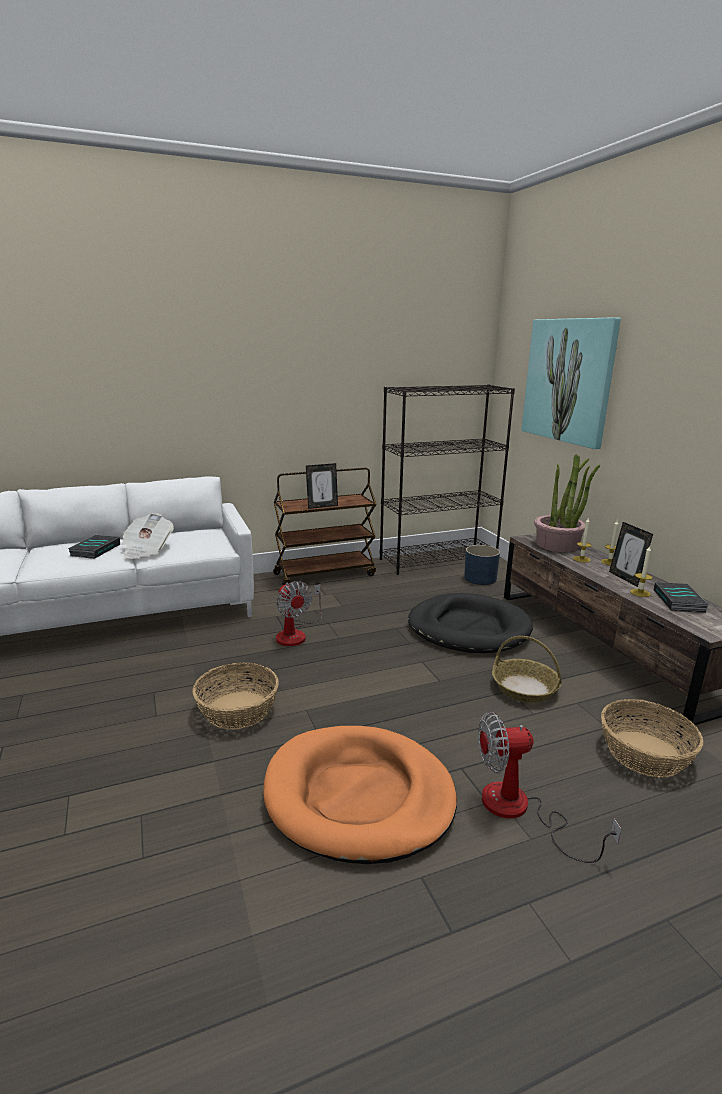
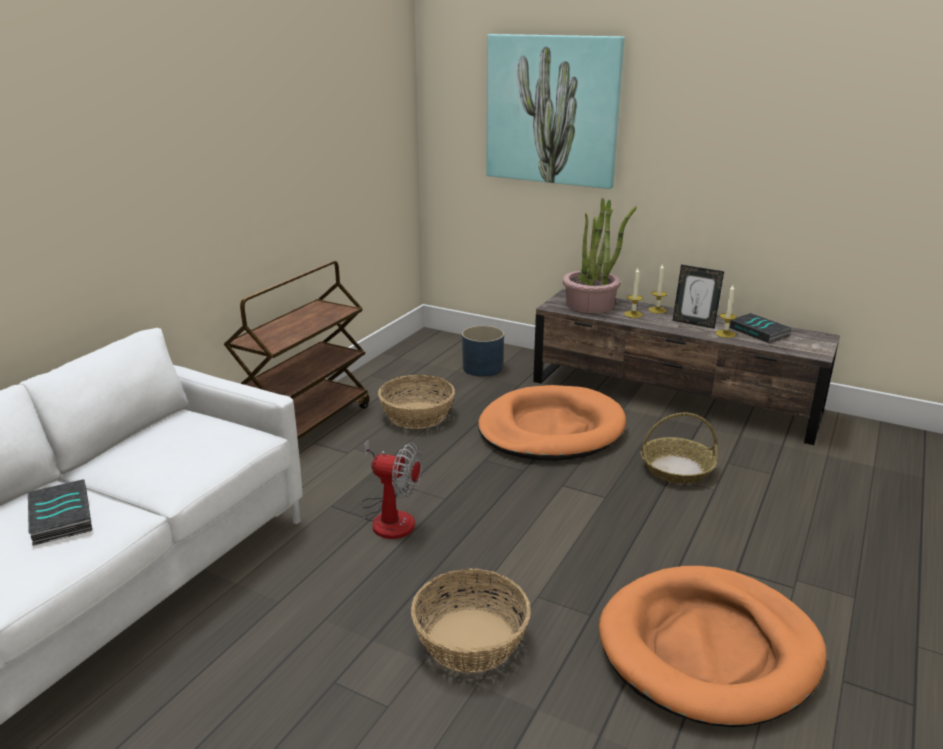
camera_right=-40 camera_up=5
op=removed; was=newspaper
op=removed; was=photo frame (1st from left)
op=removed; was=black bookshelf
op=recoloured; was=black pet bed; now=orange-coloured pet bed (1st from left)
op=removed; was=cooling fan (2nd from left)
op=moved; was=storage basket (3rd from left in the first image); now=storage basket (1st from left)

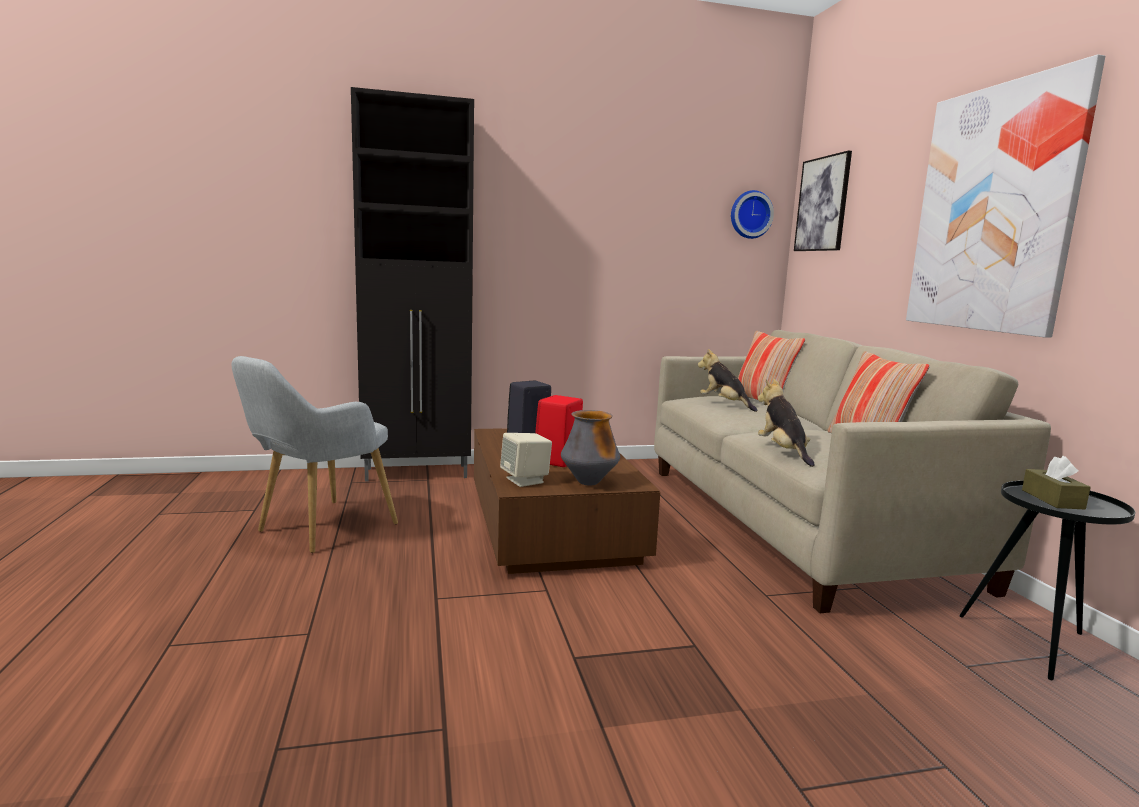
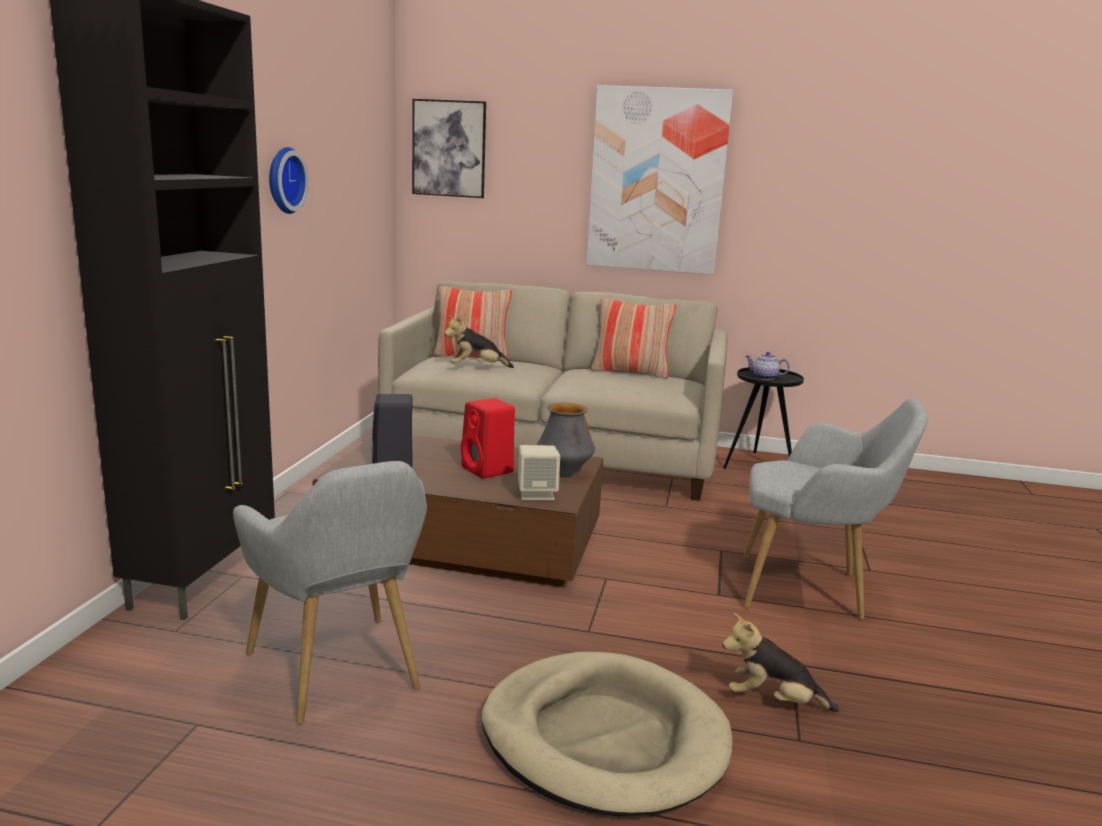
camera_right=-65 camera_up=5
op=moved; was=clock on the wall
op=moved; was=plush toy (2nd from left)
op=replaced; was=brownish tissue holder; now=teapot
op=added; now=sand-coloured pet bed
op=added; now=gray easy chair (2nd from left)

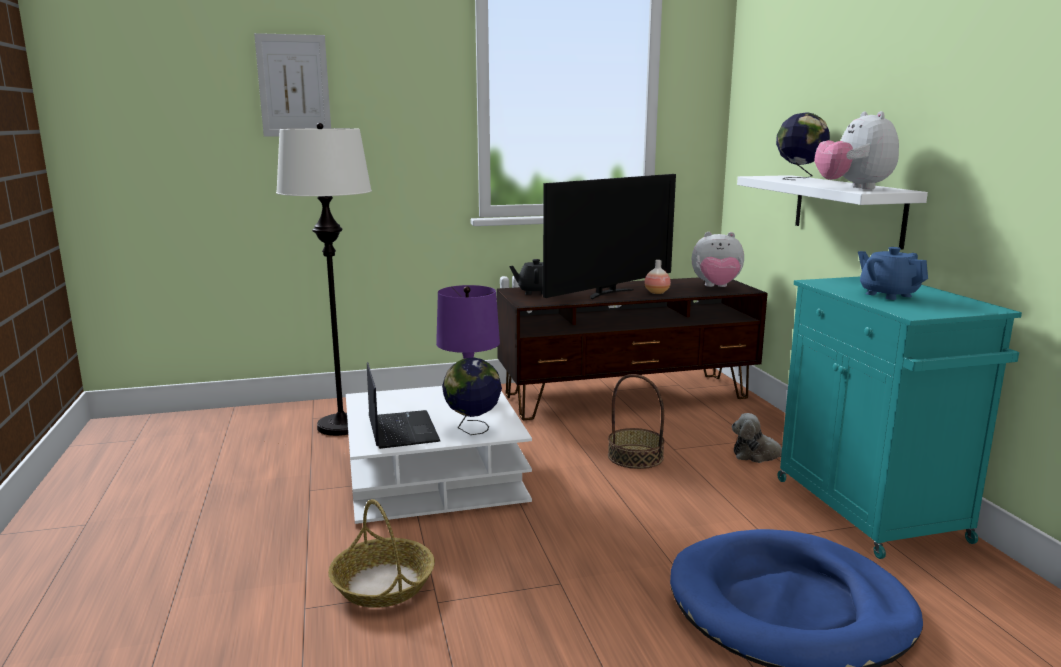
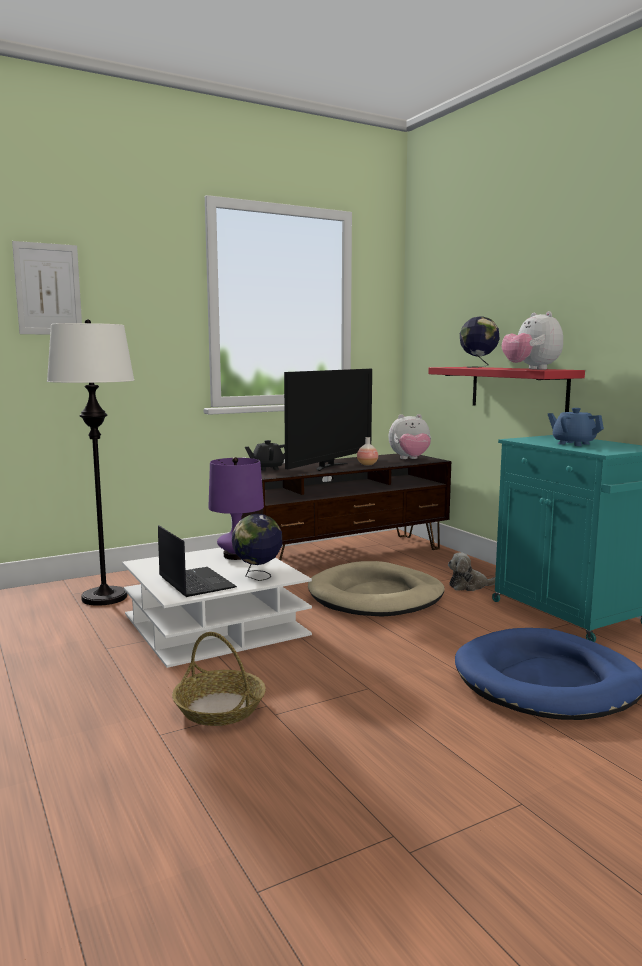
camera_right=-15 camera_up=-5
op=replaced; was=storage basket (2nd from left); now=sand-coloured pet bed
op=recoloured; was=white-coloured bracket shelf; now=reddish bracket shelf

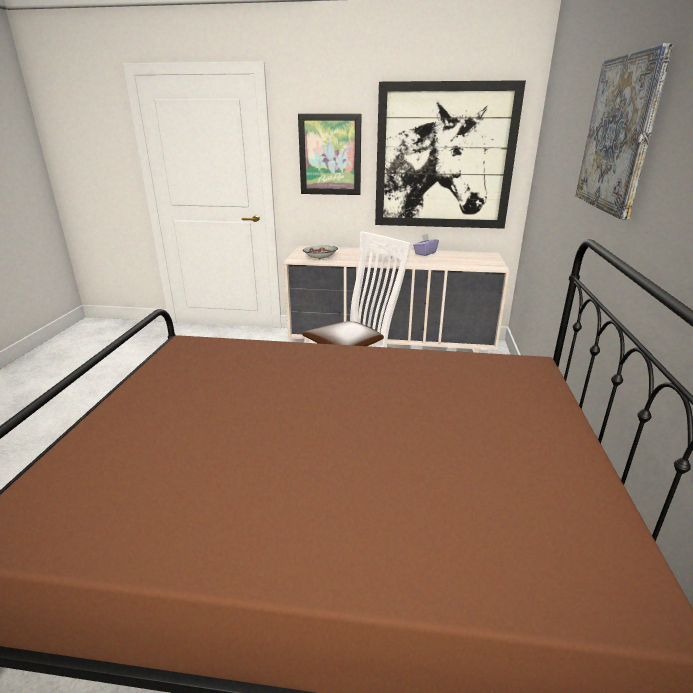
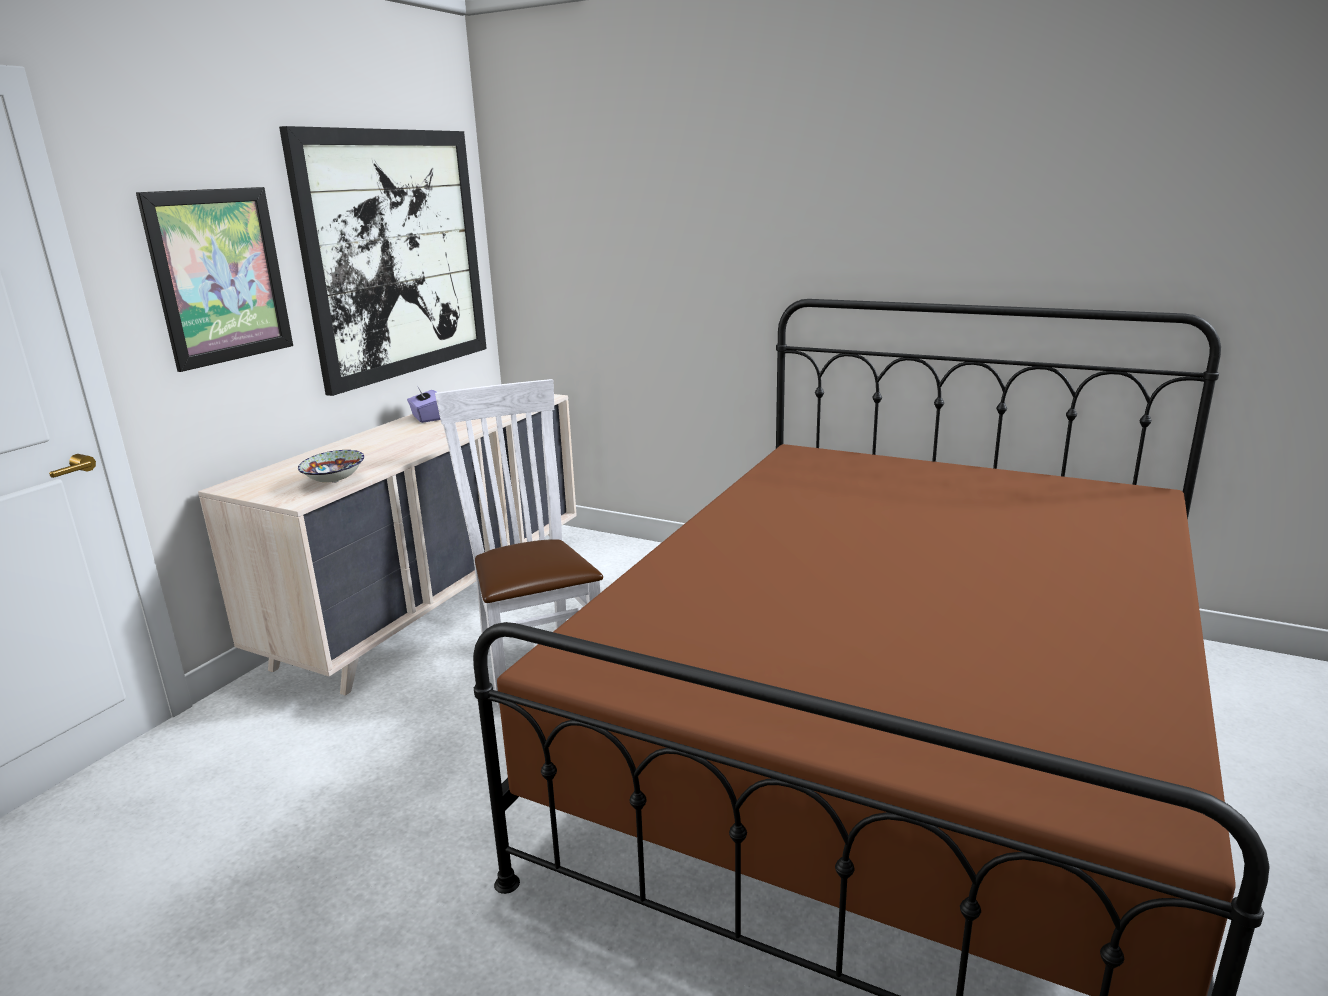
camera_right=-70 camera_up=-5
op=removed; was=wall art (3rd from left)

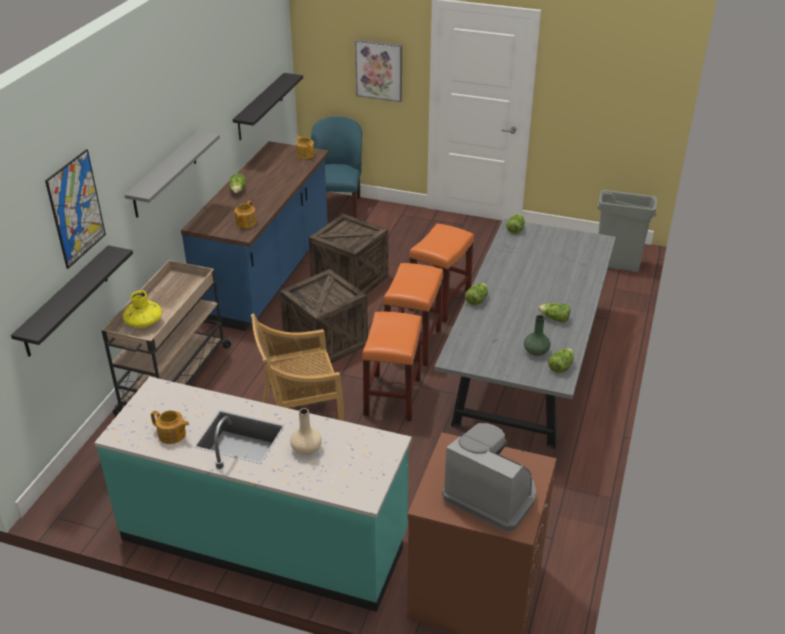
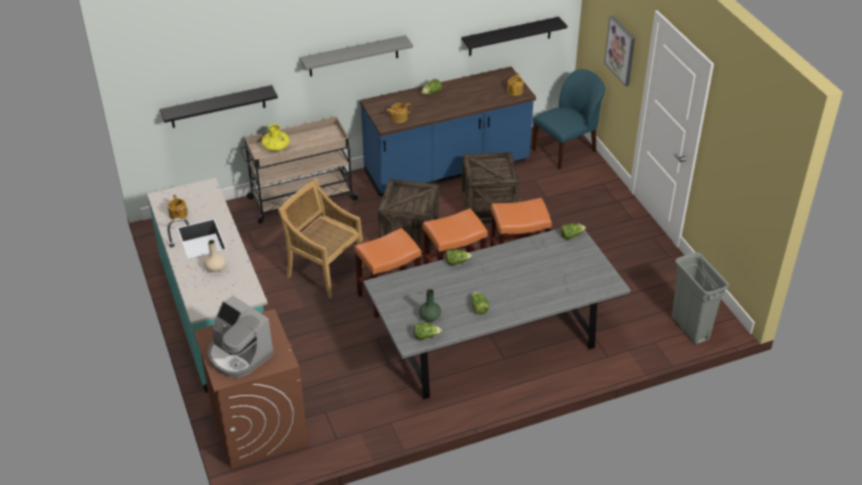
camera_right=50 camera_up=5
op=removed; was=wall art (1st from left)
op=turned; was=coffee machine; clockwise=135

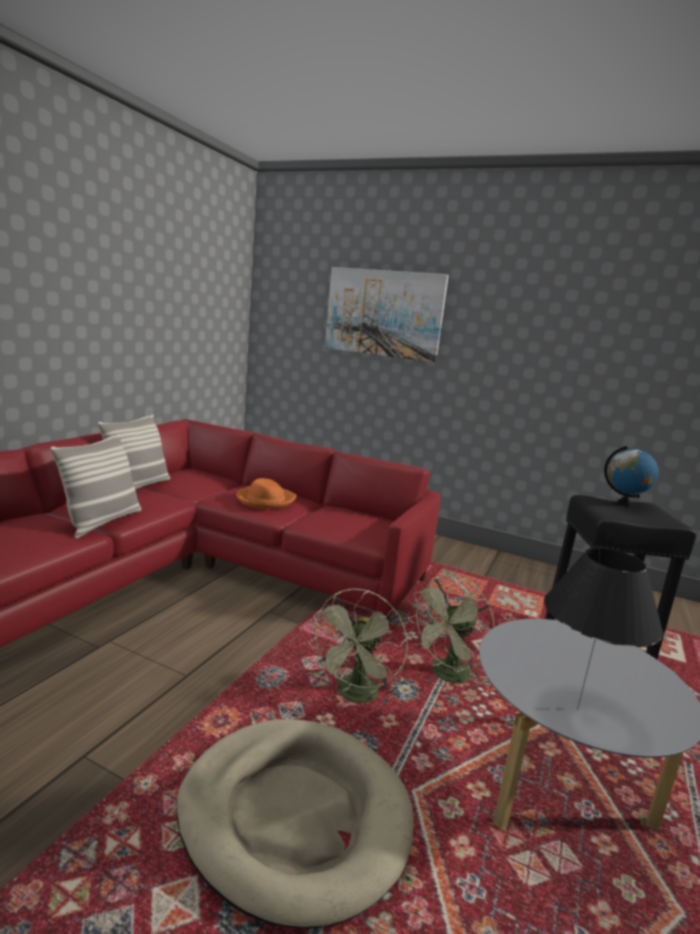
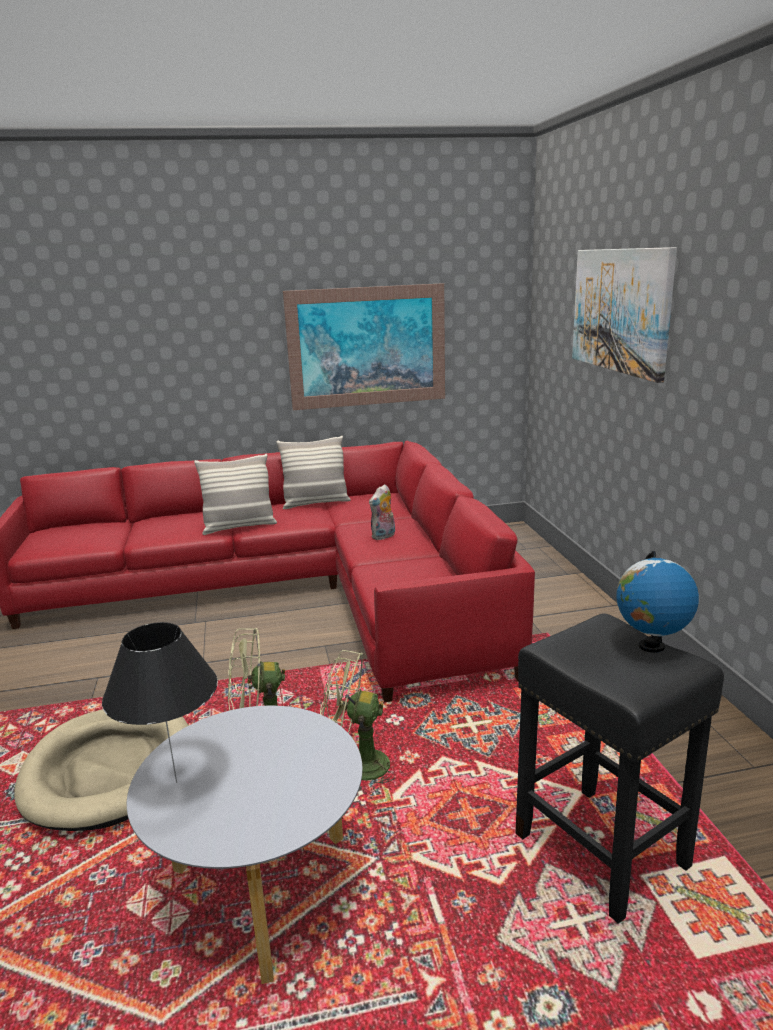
camera_right=55 camera_up=5
op=replaced; was=orange-coloured wearable hat; now=plush toy
op=added; now=wall art (1st from left)

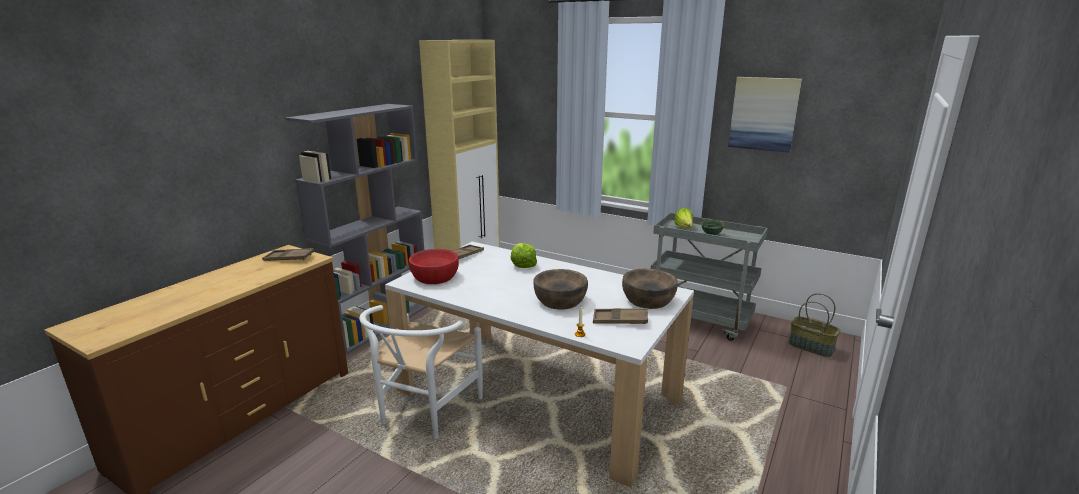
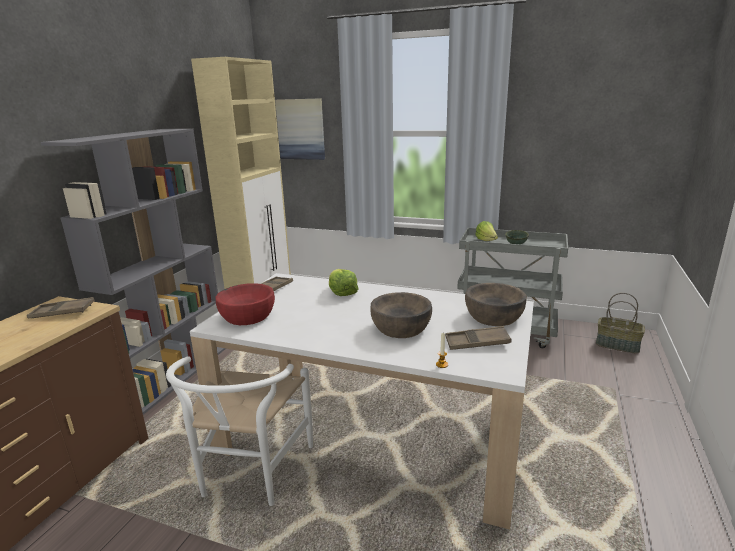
camera_right=-10 camera_up=0
op=moved; was=wall art

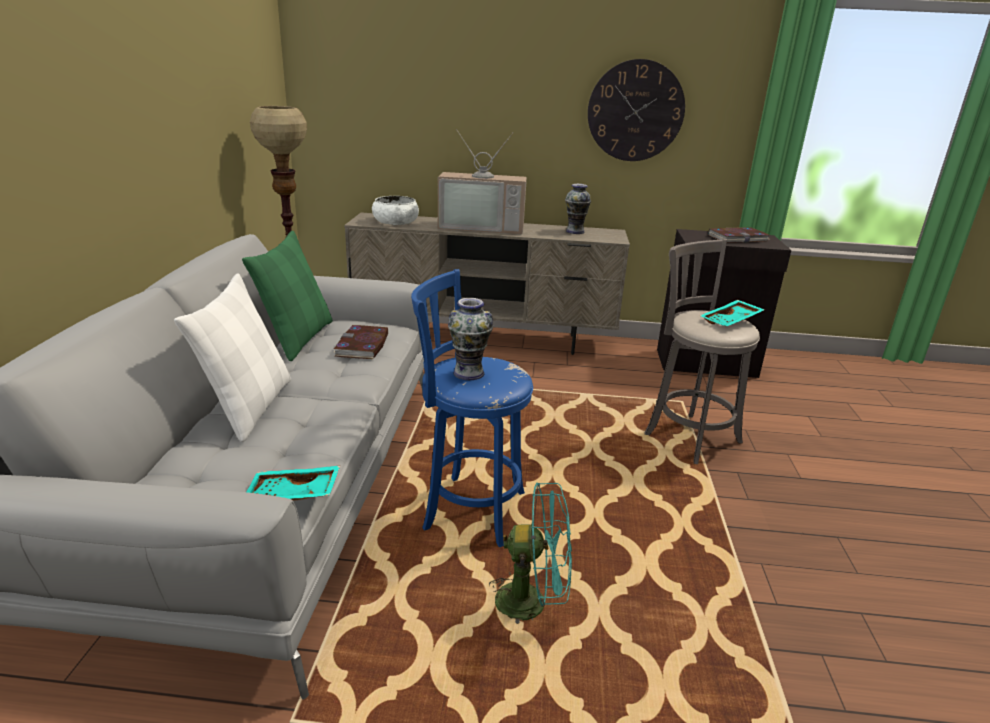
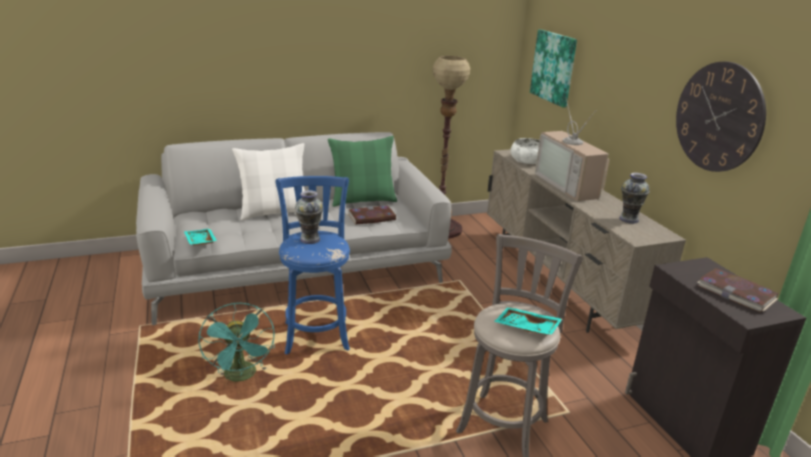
camera_right=65 camera_up=0
op=added; now=wall art

